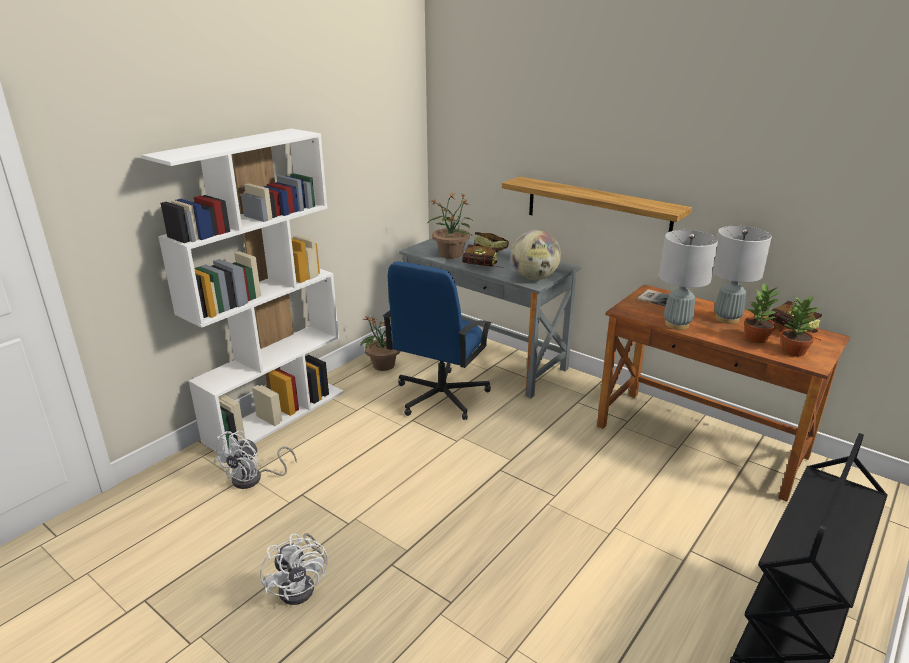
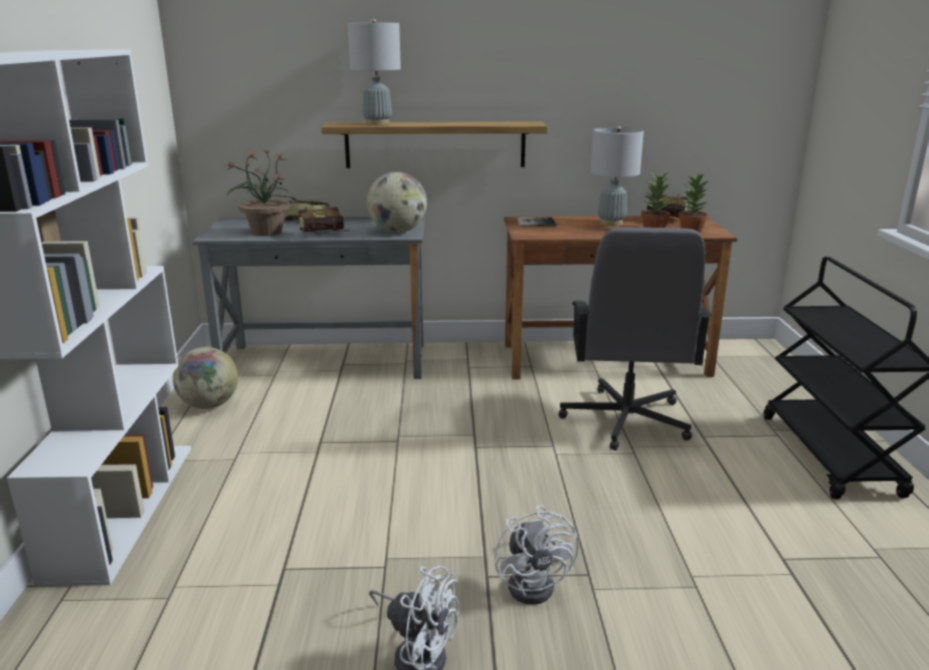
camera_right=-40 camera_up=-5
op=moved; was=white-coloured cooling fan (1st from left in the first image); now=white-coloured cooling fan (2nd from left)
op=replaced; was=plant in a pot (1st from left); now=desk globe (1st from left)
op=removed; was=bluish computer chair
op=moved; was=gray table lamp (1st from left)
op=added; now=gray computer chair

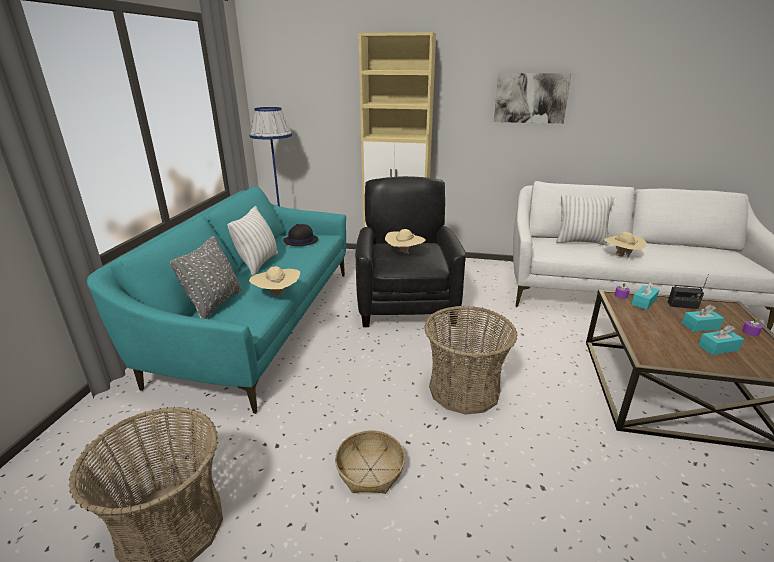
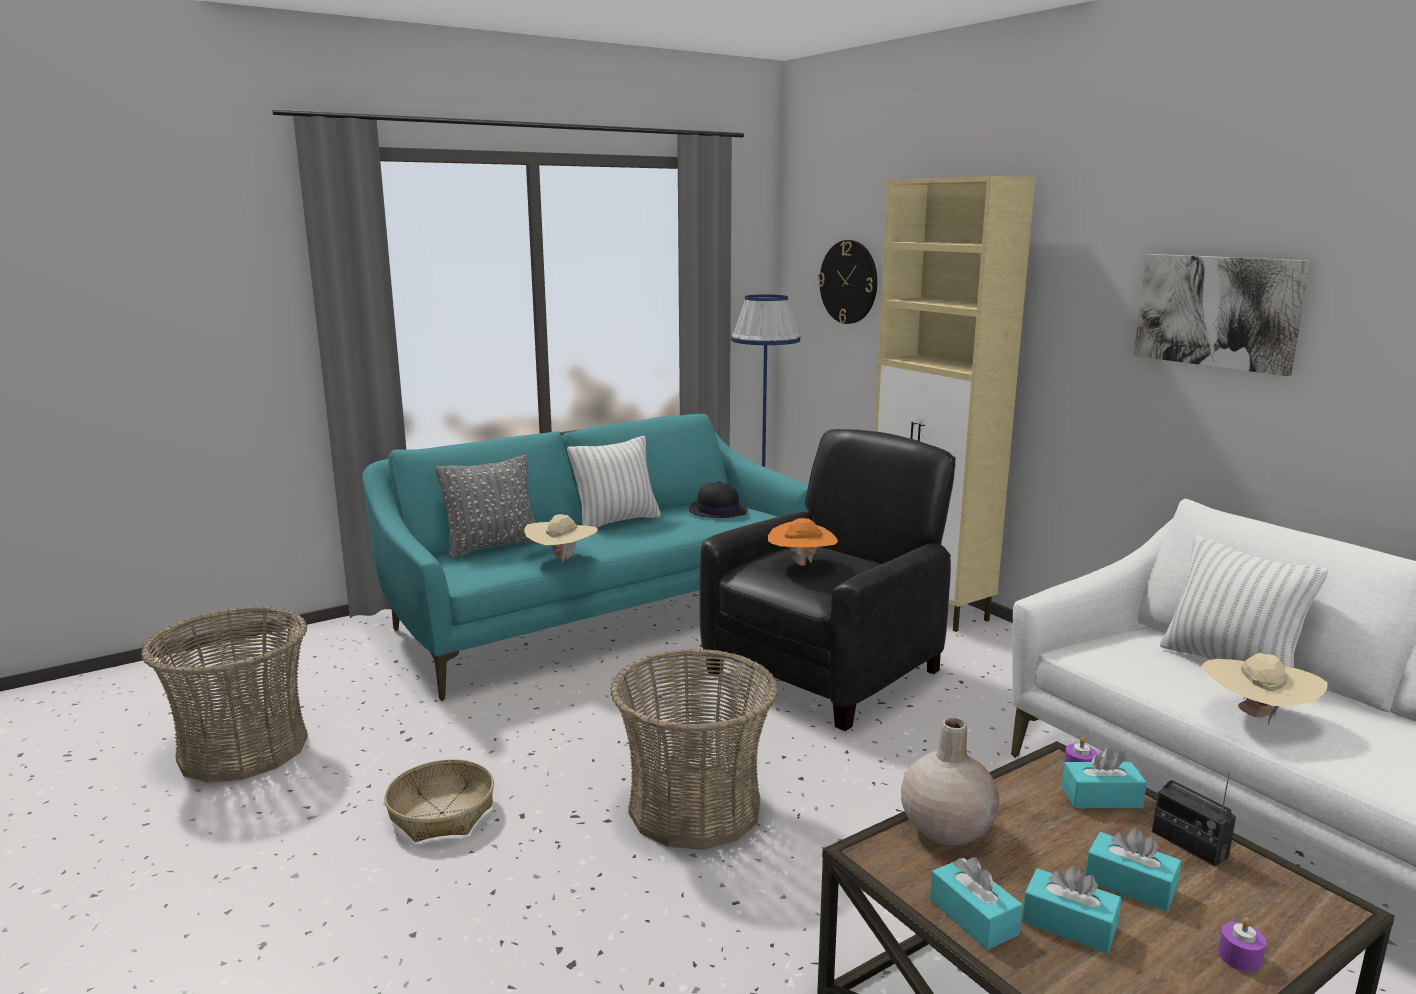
camera_right=45 camera_up=-10
op=recoloured; was=sand-coloured wearable hat (2nd from left); now=orange-coloured wearable hat
op=added; now=clock on the wall
op=added; now=sand-coloured vase
op=added; now=turquoise-coloured tissue holder (1st from left)

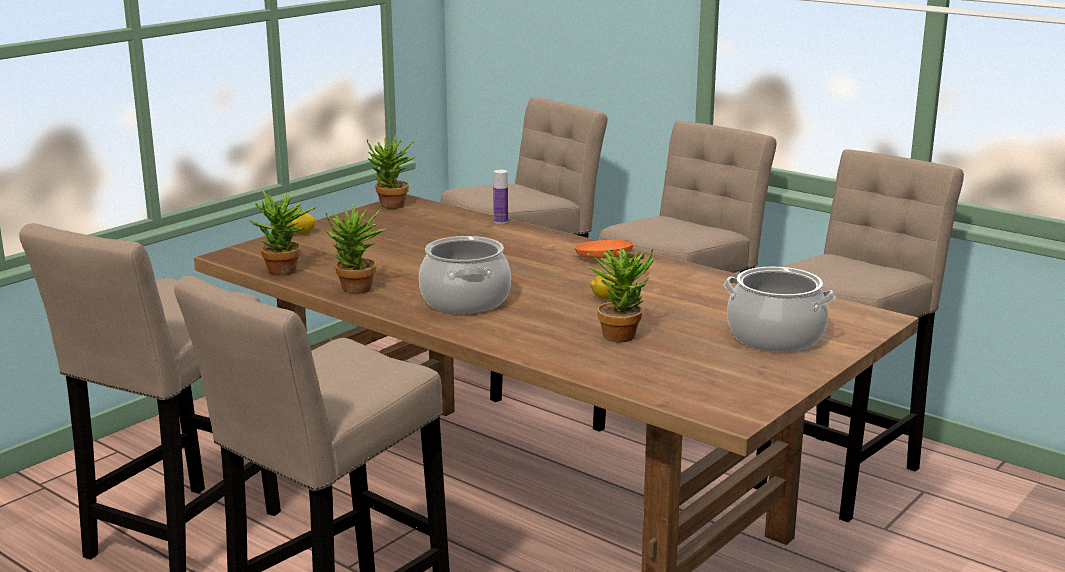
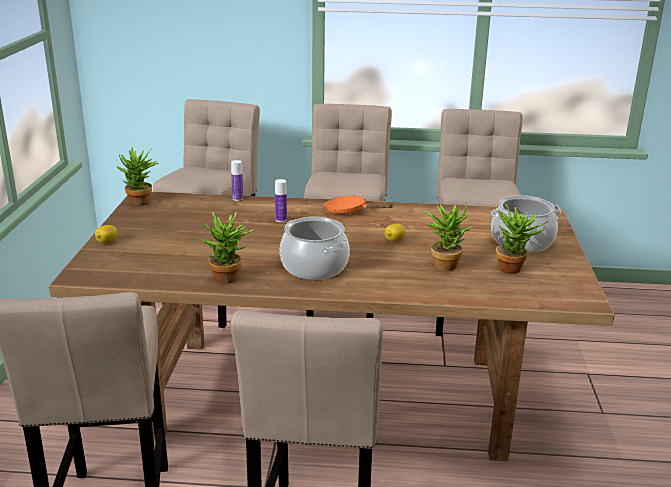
camera_right=-35 camera_up=5
op=moved; was=plant in a pot (1st from left in the first image); now=plant in a pot (4th from left)
op=added; now=drink bottle (2nd from left)

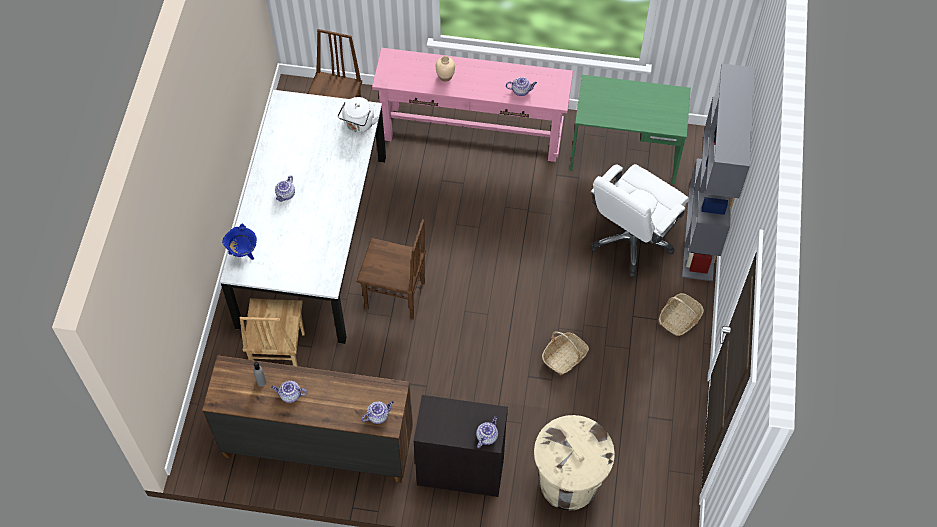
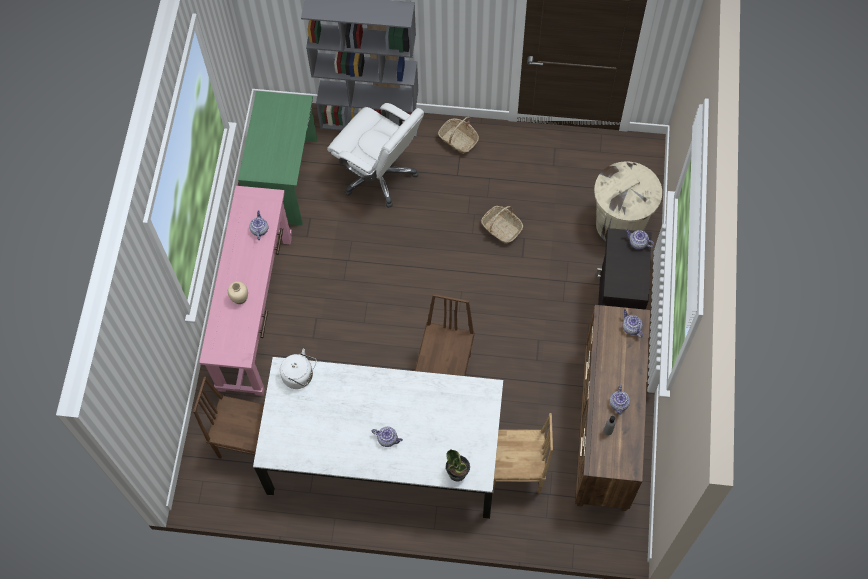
camera_right=-90 camera_up=5
op=replaced; was=bluish cooking pot; now=plant in a pot

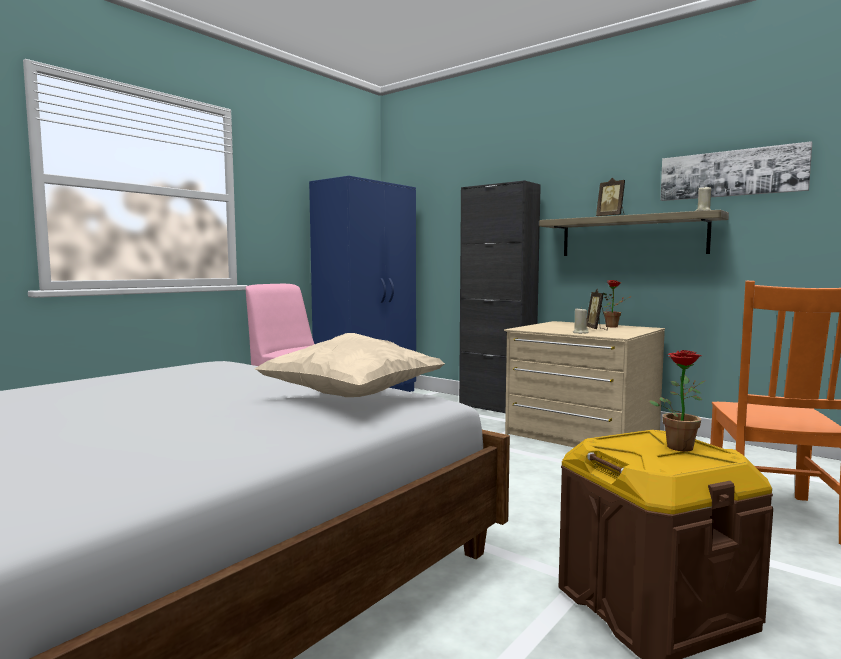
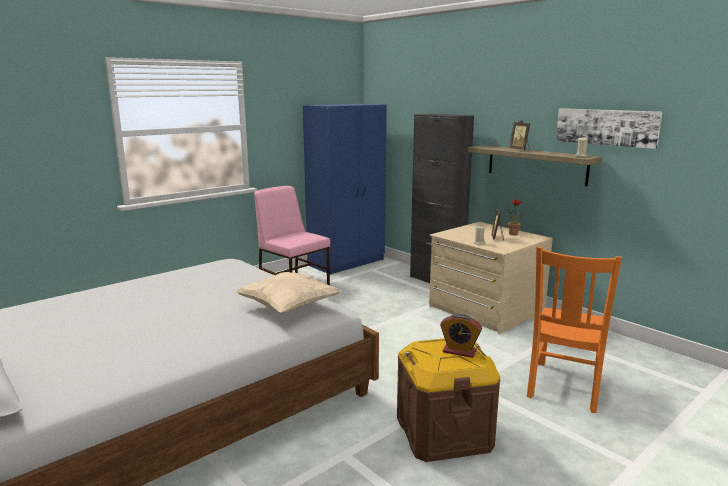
camera_right=10 camera_up=10
op=replaced; was=plant in a pot (2nd from left); now=alarm clock

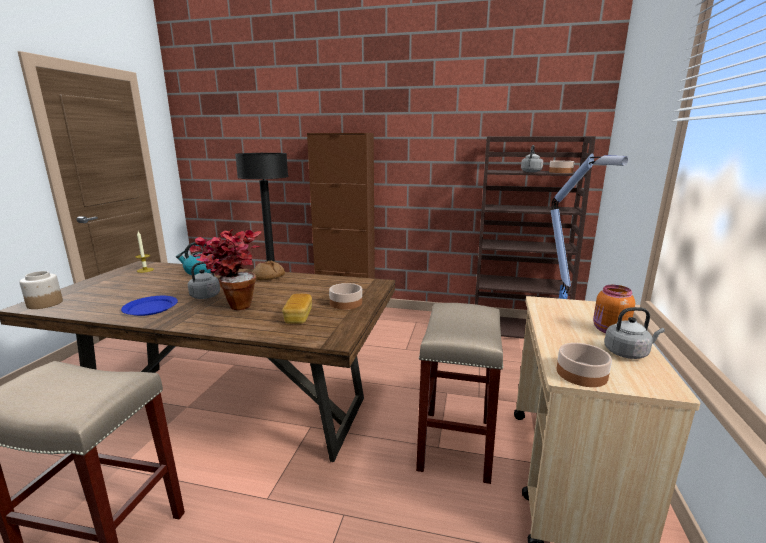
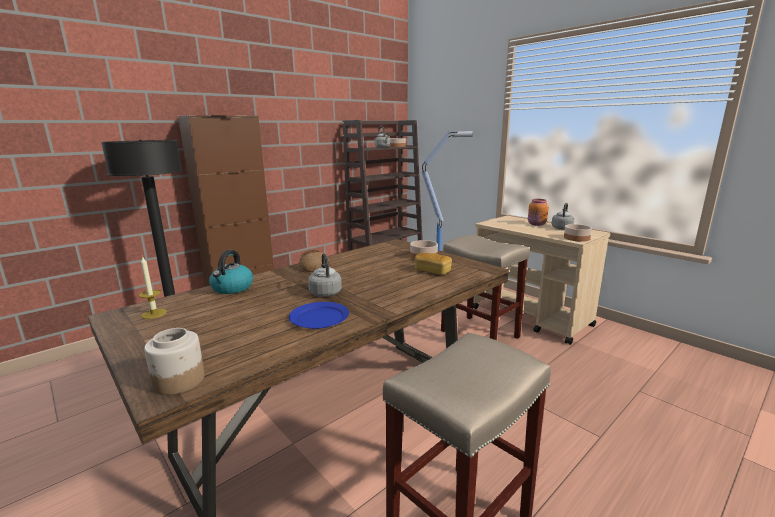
camera_right=-55 camera_up=0
op=removed; was=plant in a pot

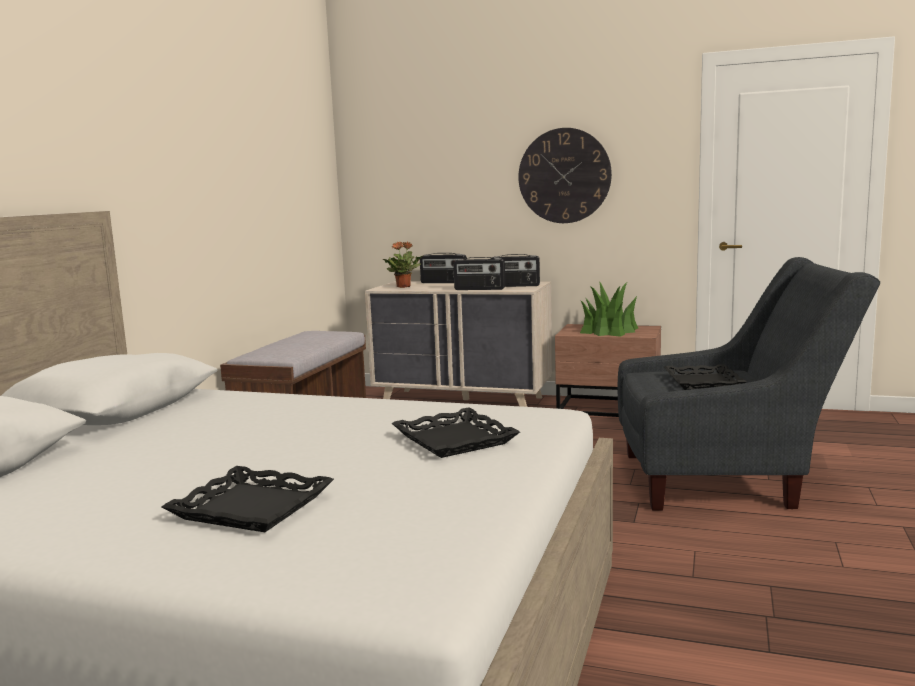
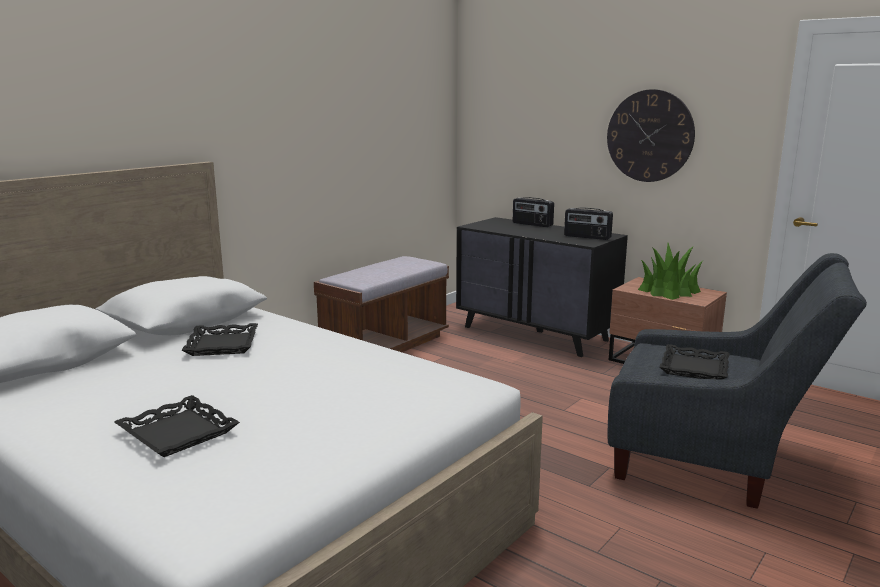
camera_right=20 camera_up=5
op=recoloured; was=sand-coloured dresser; now=black dresser
op=removed; was=plant in a pot (1st from left)
op=moved; was=black tray (2nd from left)
op=removed; was=radio (2nd from left)

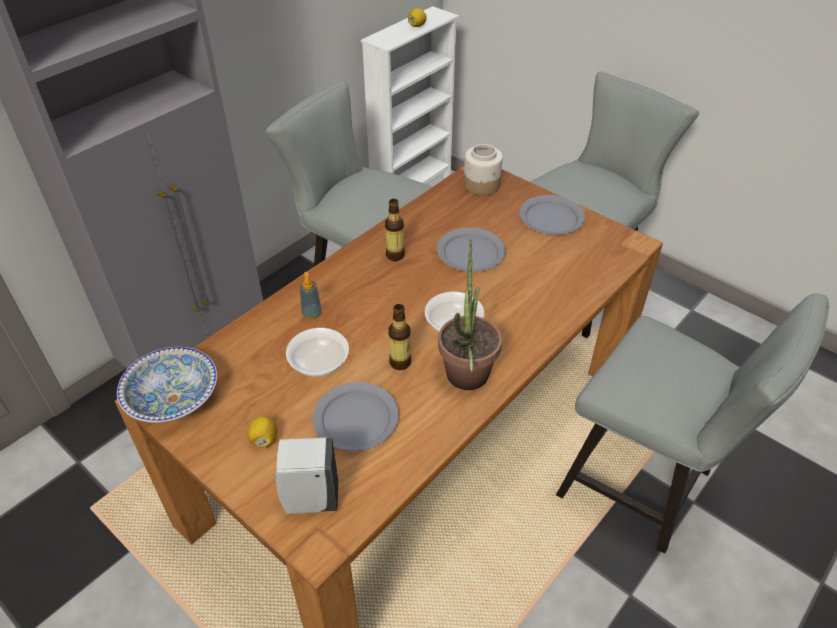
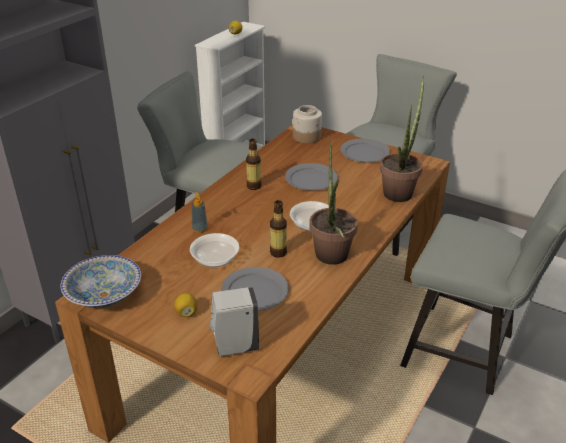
camera_right=-10 camera_up=-10
op=added; now=plant in a pot (2nd from left)

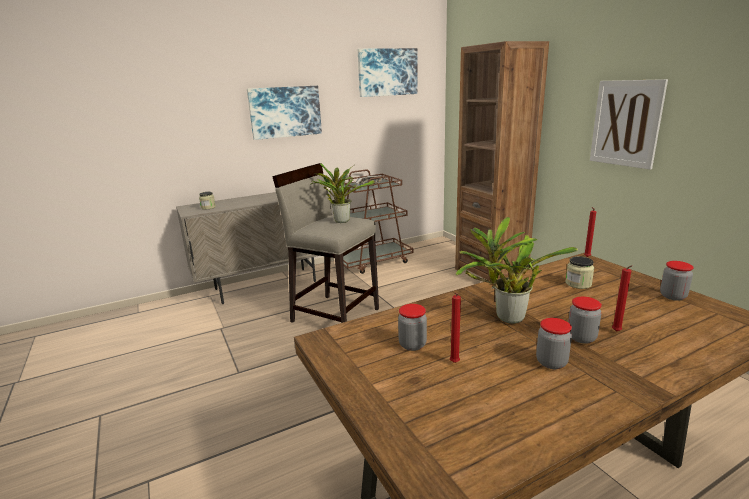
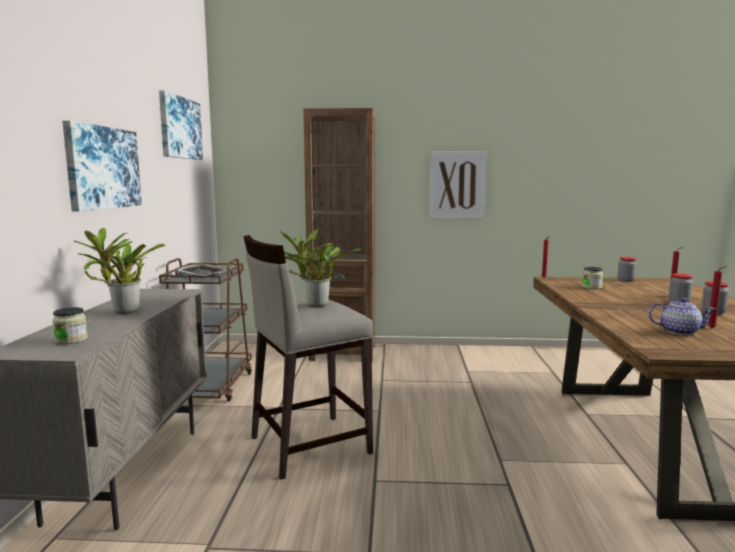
camera_right=-60 camera_up=-10
op=replaced; was=preserve jar (2nd from left); now=teapot
op=moved; was=plant in a pot (2nd from left in the first image); now=plant in a pot (1st from left)

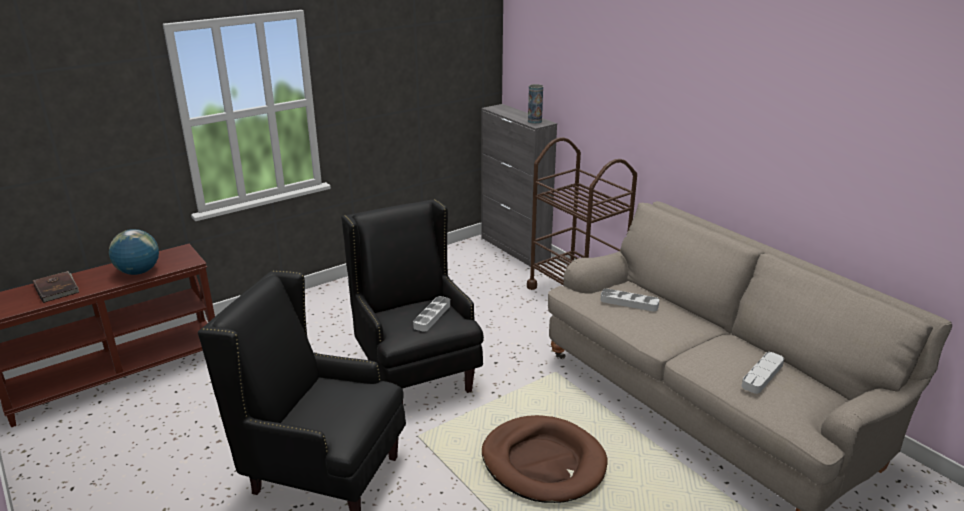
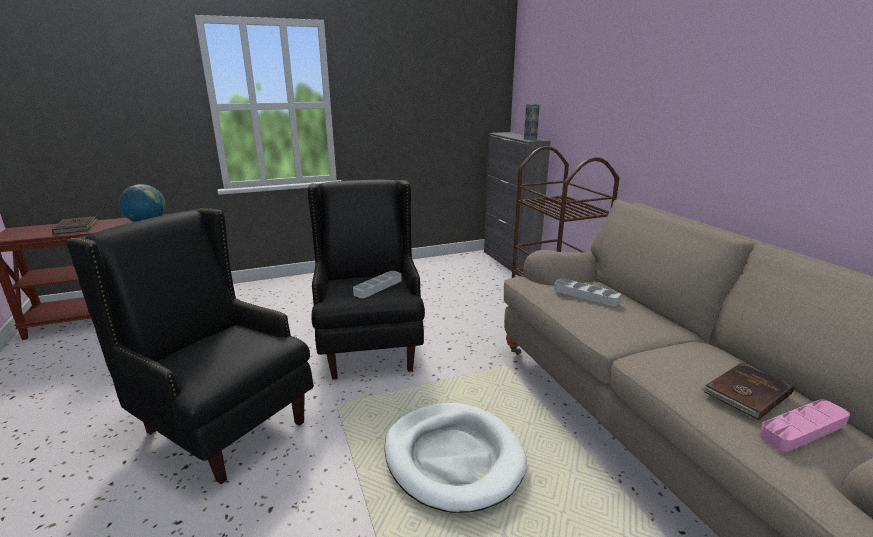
camera_right=15 camera_up=-5
op=recoloured; was=brownish pet bed; now=white-coloured pet bed
op=replaced; was=gray tray (3rd from left); now=brownish volume (2nd from left)
op=added; now=pink tray

